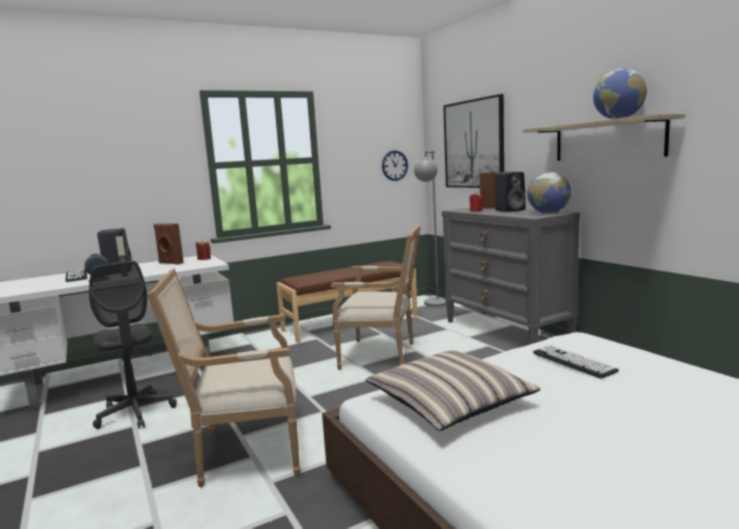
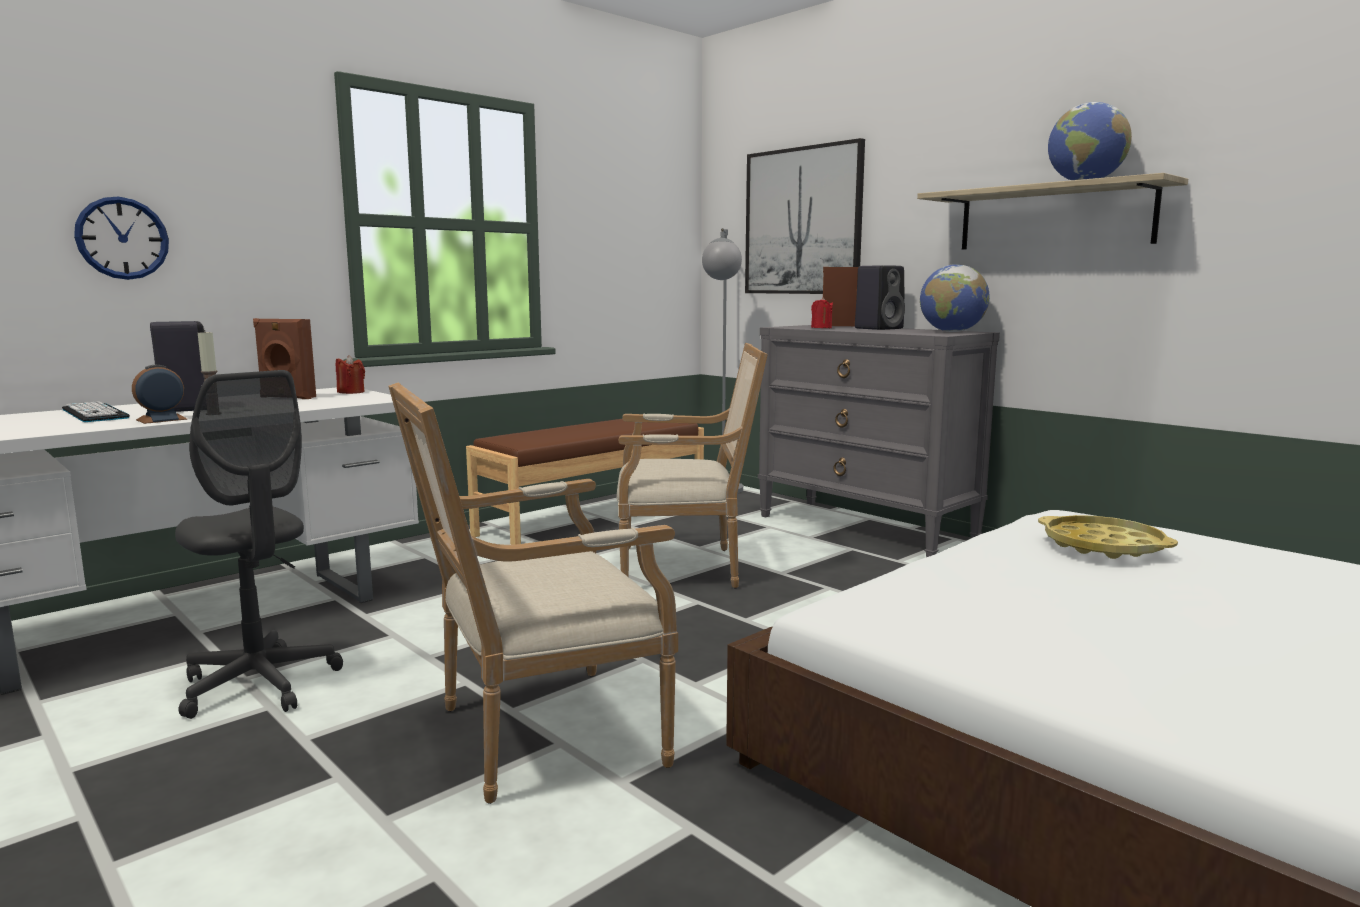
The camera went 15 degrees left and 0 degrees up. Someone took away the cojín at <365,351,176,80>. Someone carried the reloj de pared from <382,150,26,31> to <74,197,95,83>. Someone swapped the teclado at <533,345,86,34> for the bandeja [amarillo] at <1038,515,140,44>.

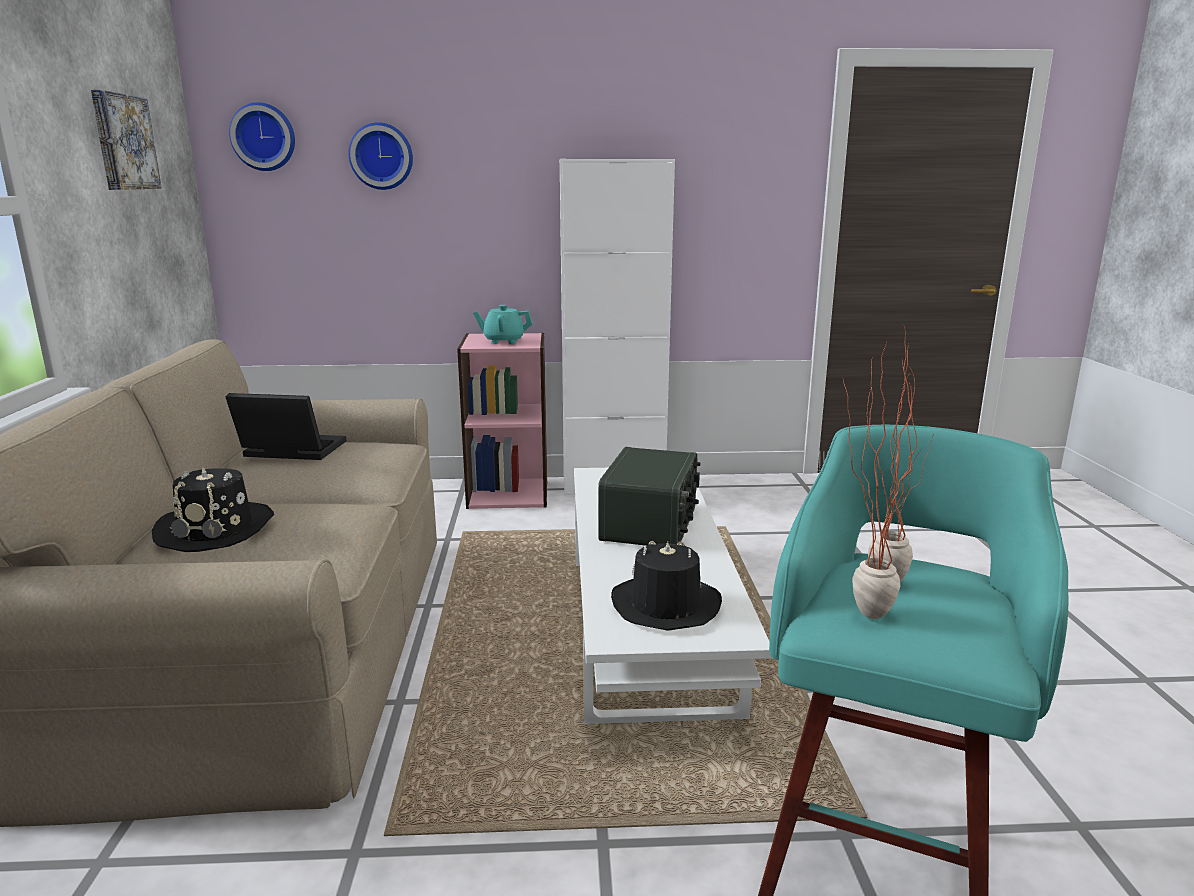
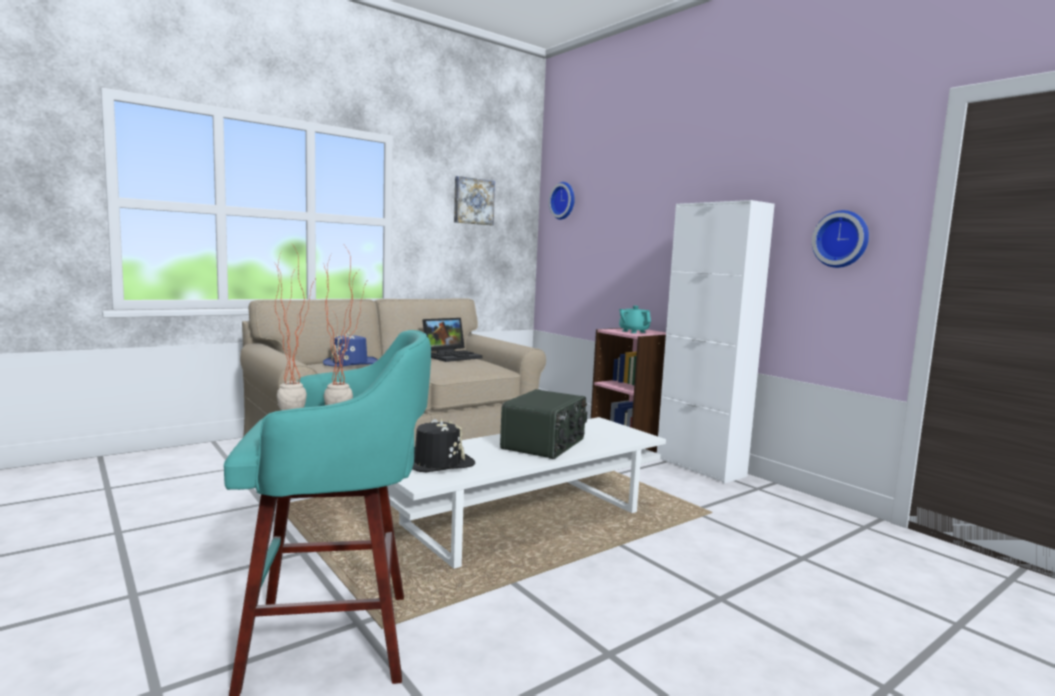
The camera went 55 degrees right and 10 degrees down. Someone repainted the sombrero [negro] at <152,467,122,85>, which became the sombrero [azul] at <323,332,55,35>. Someone rotated the portátil at <225,393,121,67> by 75 degrees clockwise. Someone carried the reloj de pared from <349,122,64,68> to <812,210,57,58>. Someone rotated the radio at <598,447,102,99> by 45 degrees counterclockwise.

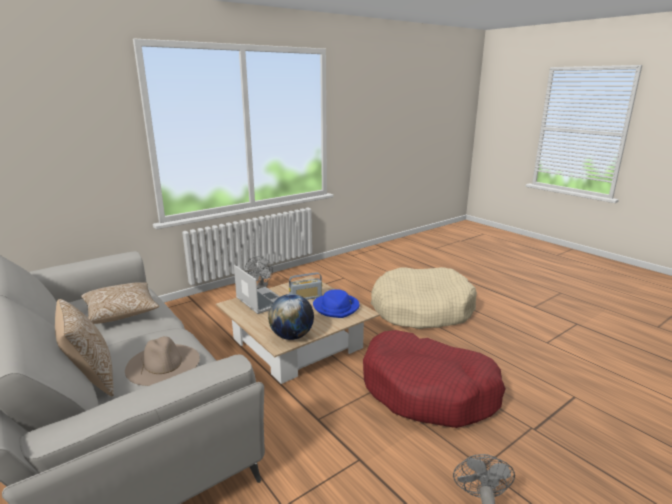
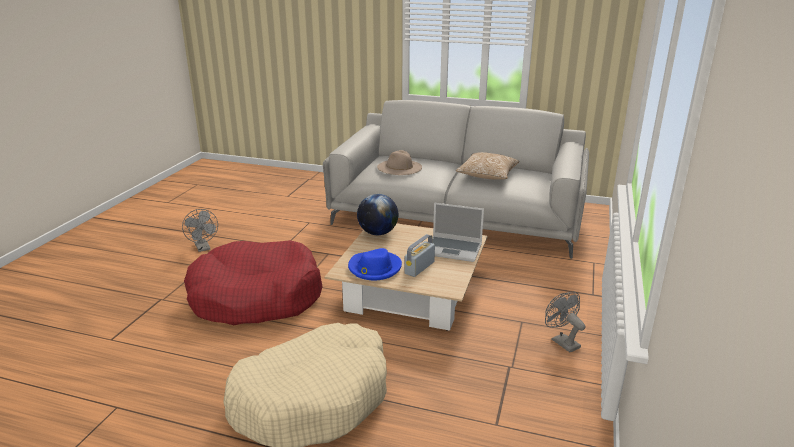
The camera went 145 degrees right and 5 degrees up. Someone took away the cojín at <55,299,59,97>.

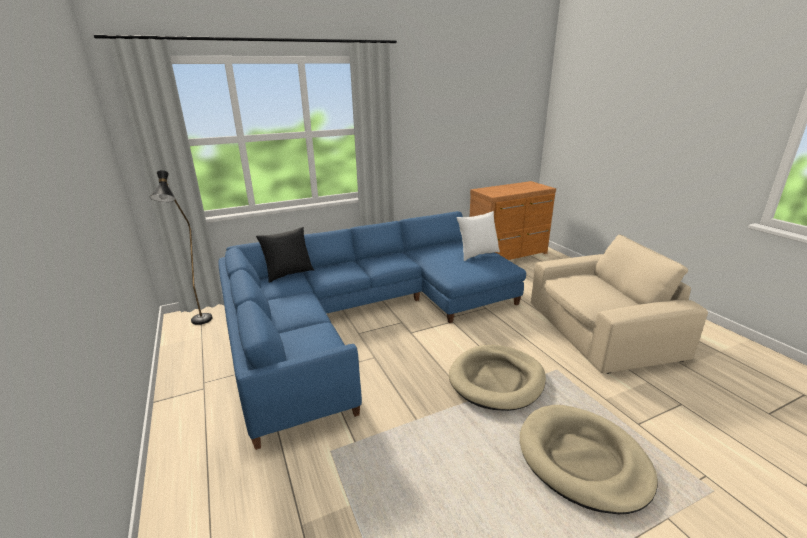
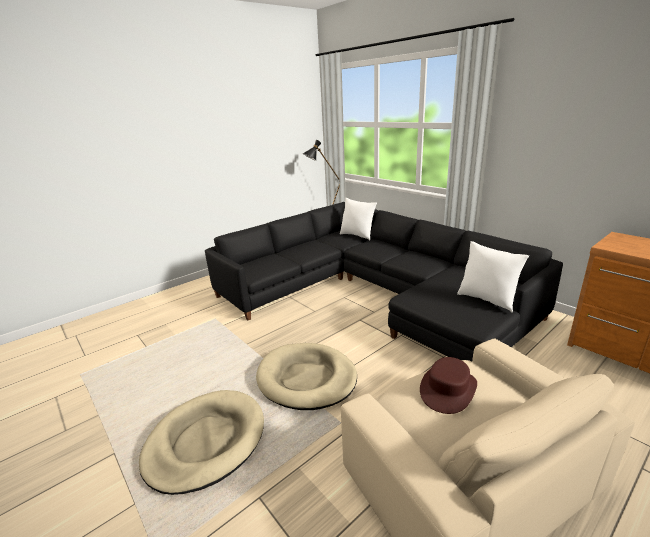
The camera went 75 degrees right and 0 degrees up. Someone repainted the sofá [azul] at <218,211,308,239>, which became the sofá [negro] at <205,202,358,159>. Someone repainted the cojín [negro] at <256,227,58,56>, which became the cojín [blanco] at <340,198,37,42>. Someone put down the sombrero [marrón] at <420,357,57,57>.

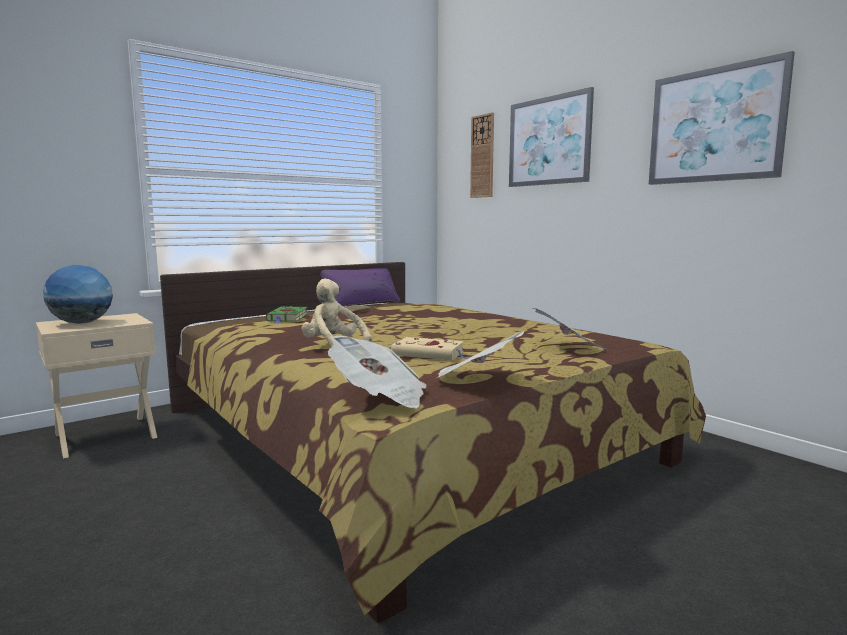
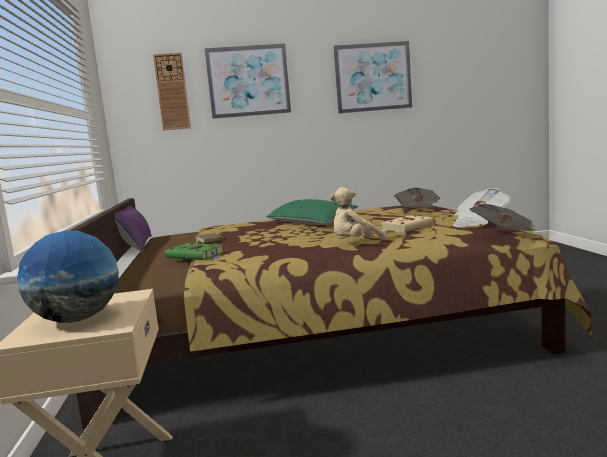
The camera went 60 degrees left and 0 degrees up. Someone put down the cojín [verde] at <266,199,93,26>.

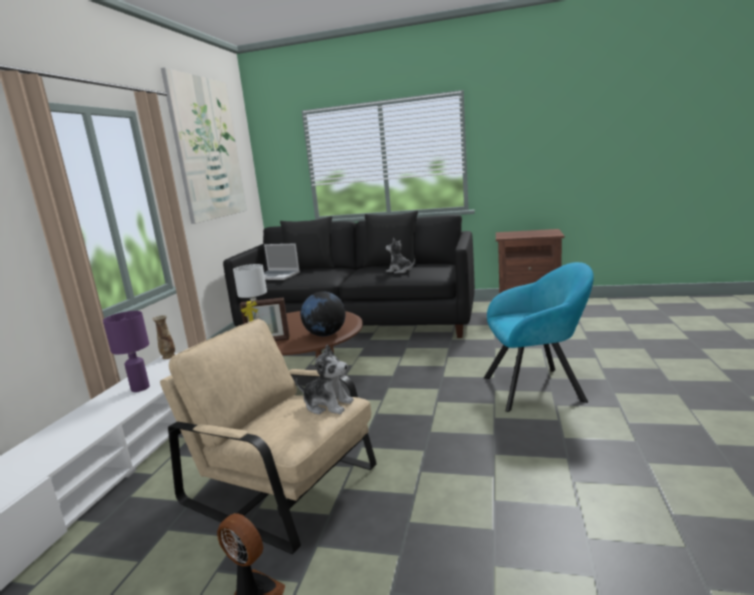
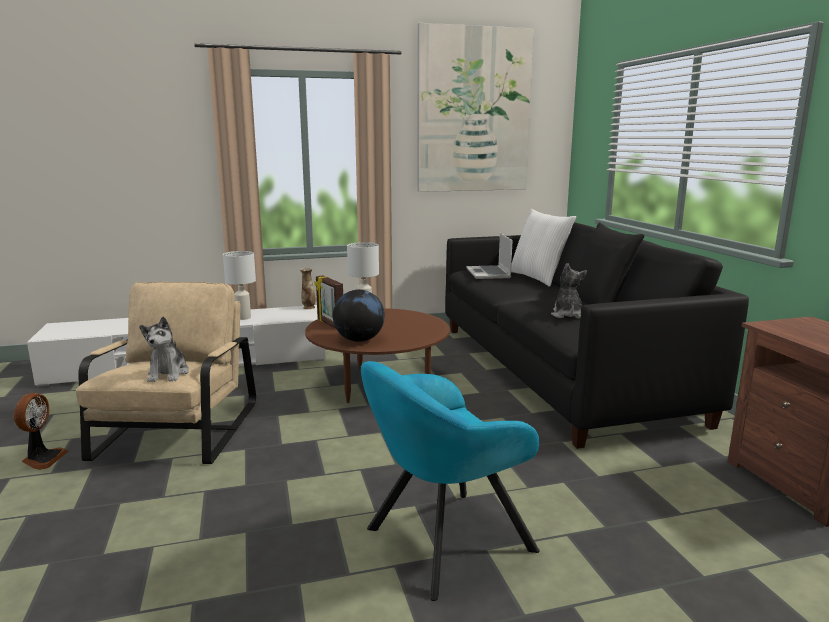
The camera went 60 degrees right and 0 degrees up. Someone repainted the lámpara de mesa [morado] at <103,311,47,81>, which became the lámpara de mesa [blanco] at <223,251,33,69>. Someone repainted the cojín [negro] at <280,216,55,53>, which became the cojín [blanco] at <511,209,65,78>. Someone rotated the sillón [turquesa] at <484,262,110,150> by 90 degrees clockwise.

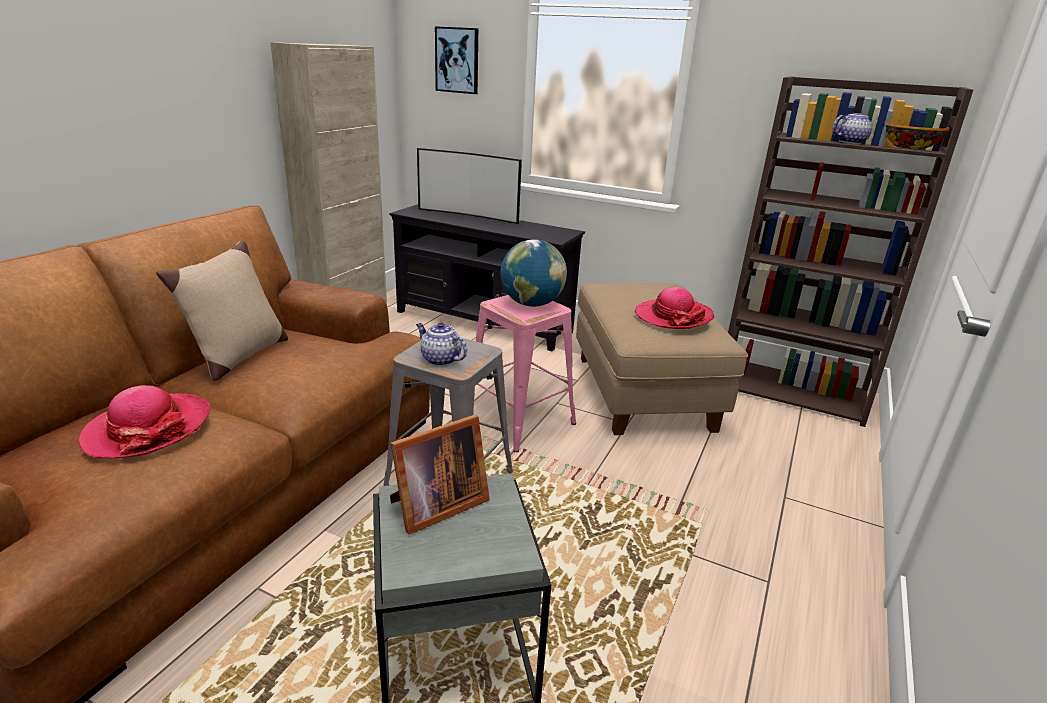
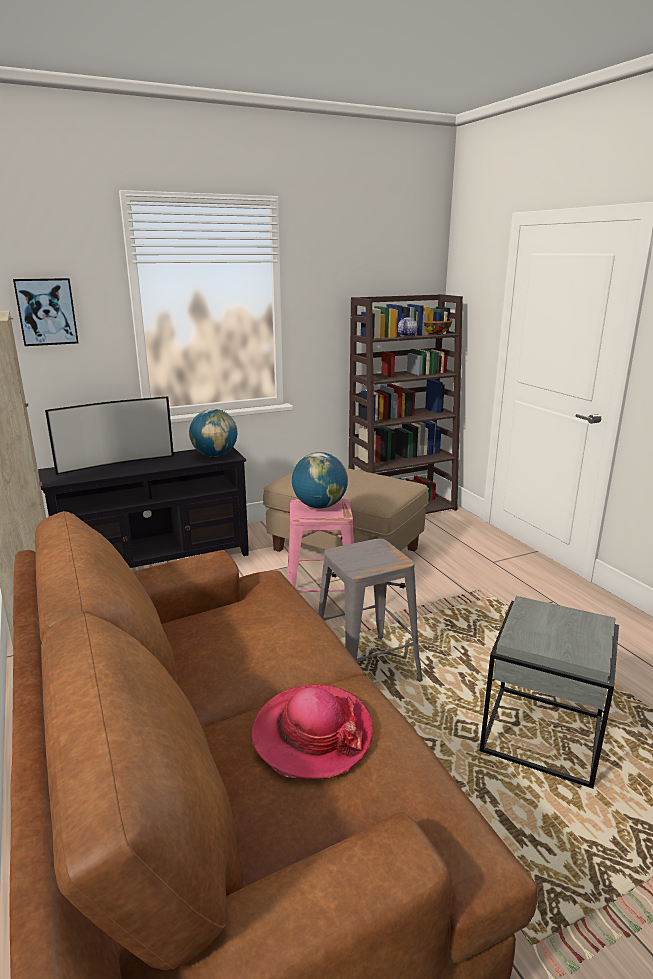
The camera went 50 degrees left and 5 degrees down. Someone took away the cojín [beis] at <156,240,132,141>. Someone took away the portarretratos at <390,415,100,120>. Someone took away the tetera at <416,323,51,43>. Someone took away the sombrero at <635,287,79,42>. Someone put down the globo terráqueo at <189,409,48,48>.

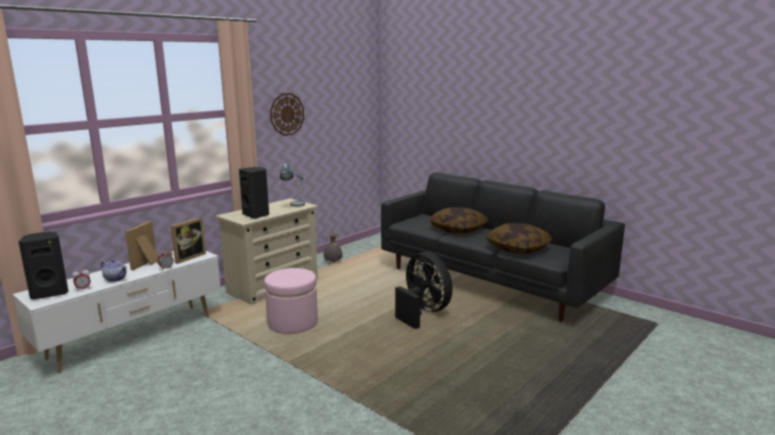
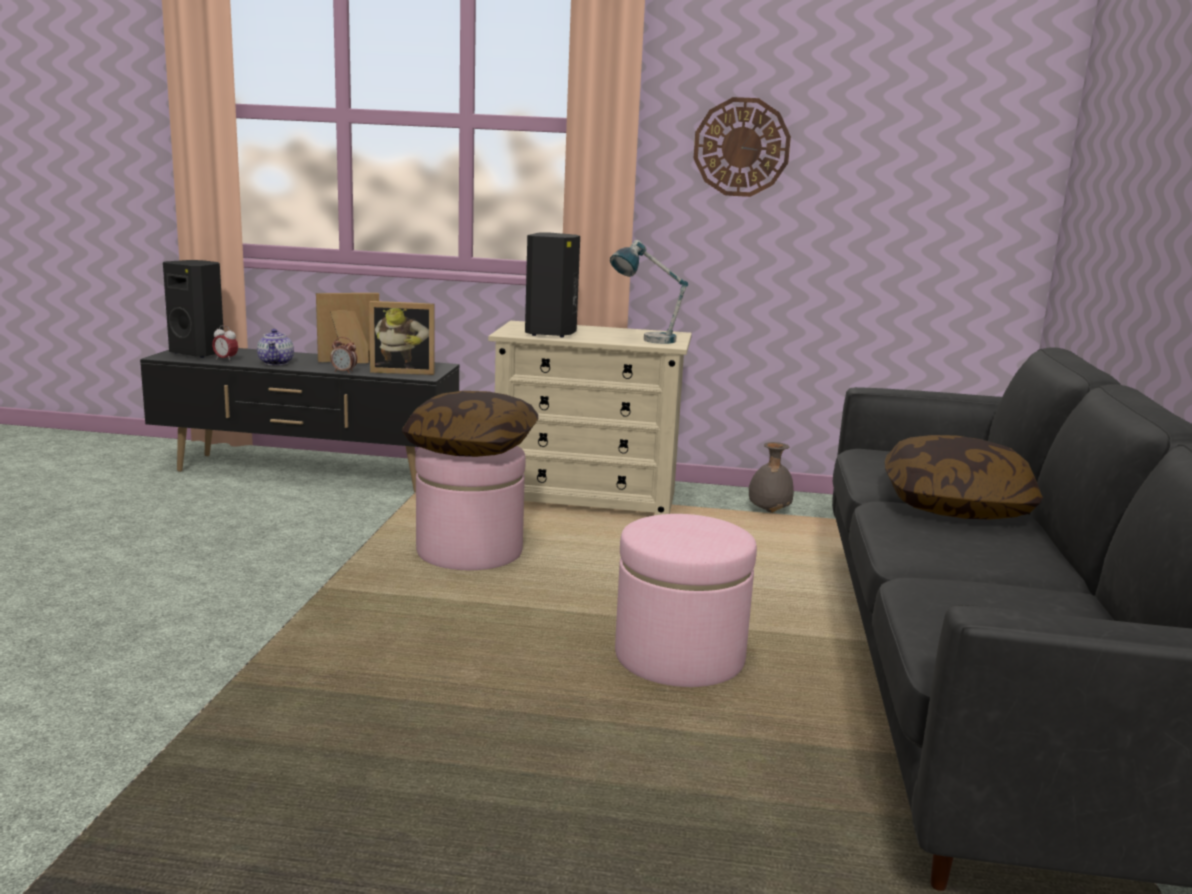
The camera went 55 degrees right and 0 degrees up. Someone repainted the mueble de televisión [blanco] at <13,251,208,122>, which became the mueble de televisión [negro] at <140,348,319,144>. Someone swapped the ventilador [negro] at <395,252,57,77> for the puf [rosa] at <615,514,142,173>. Someone carried the cojín from <486,223,66,31> to <402,391,136,66>.

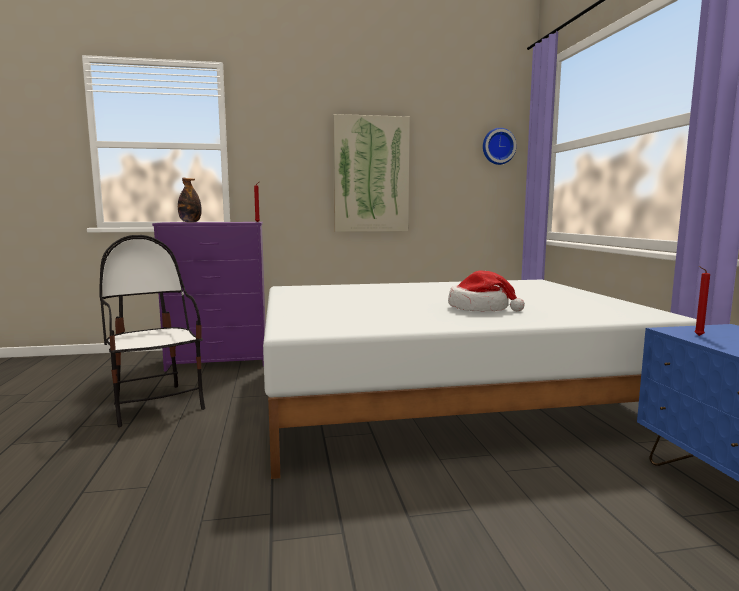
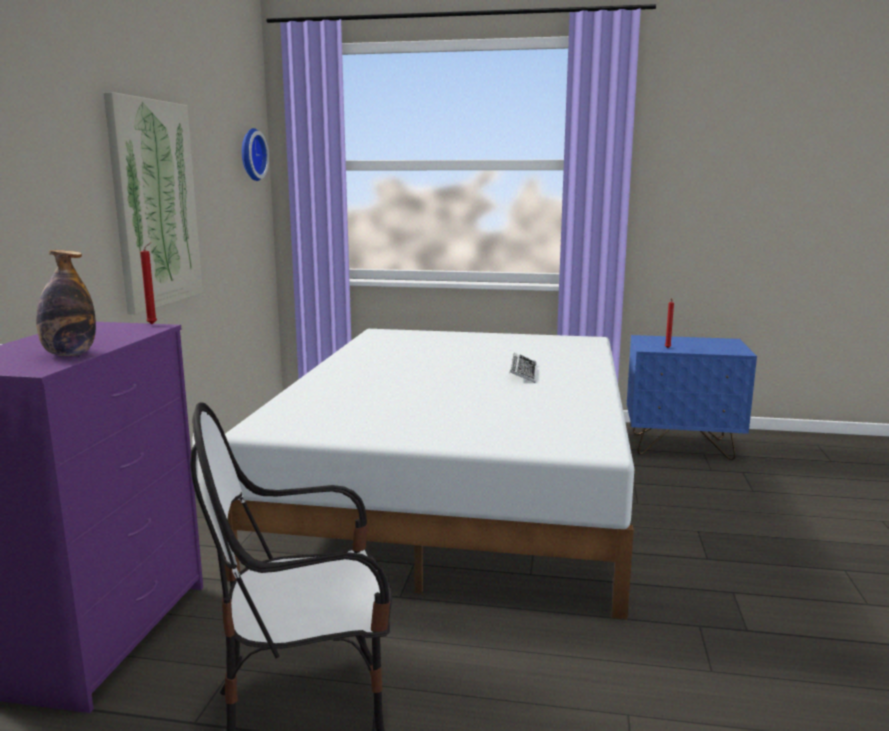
The camera went 70 degrees left and 5 degrees up. Someone swapped the sombrero at <448,271,77,41> for the teclado at <509,353,28,30>.

